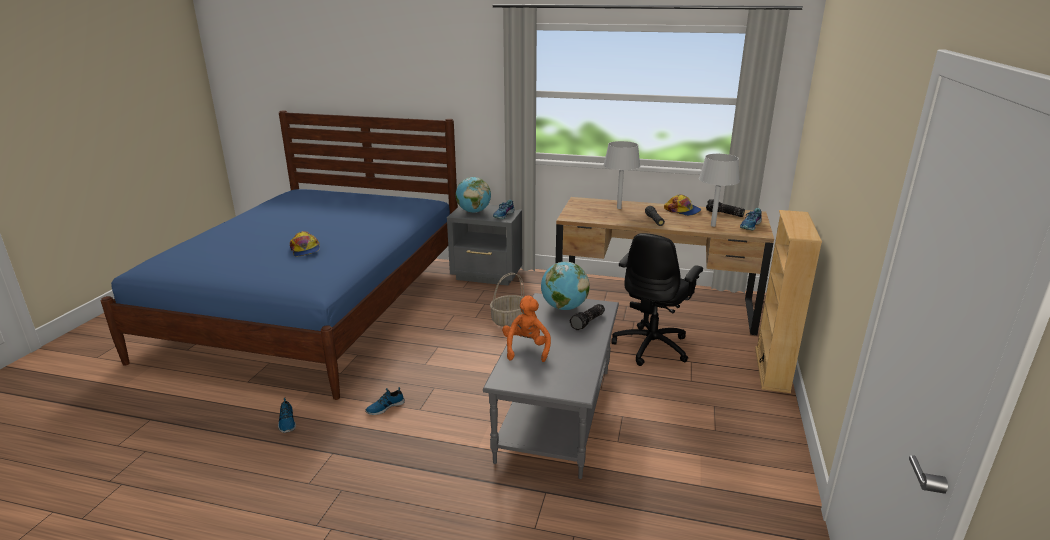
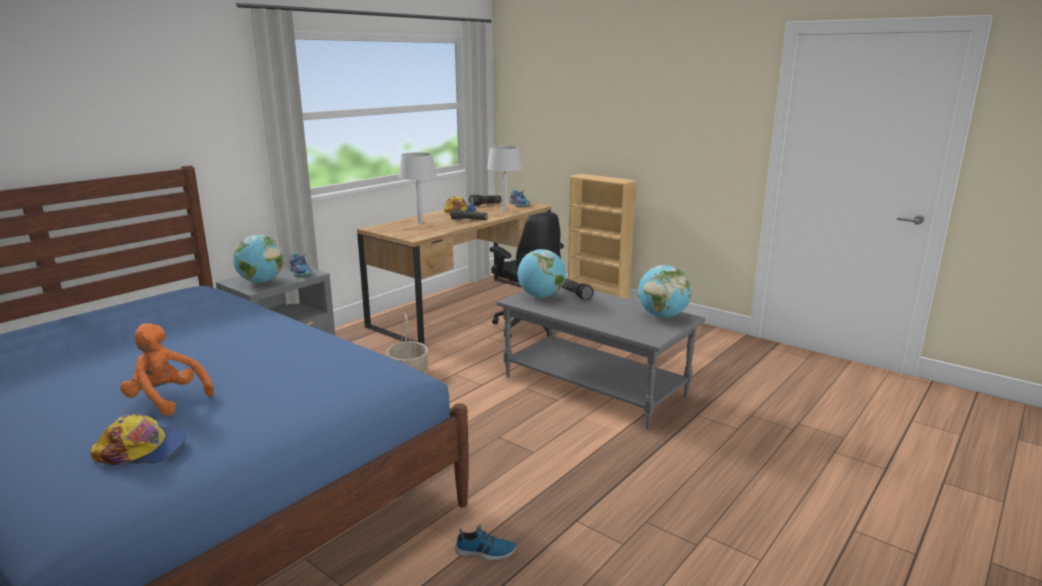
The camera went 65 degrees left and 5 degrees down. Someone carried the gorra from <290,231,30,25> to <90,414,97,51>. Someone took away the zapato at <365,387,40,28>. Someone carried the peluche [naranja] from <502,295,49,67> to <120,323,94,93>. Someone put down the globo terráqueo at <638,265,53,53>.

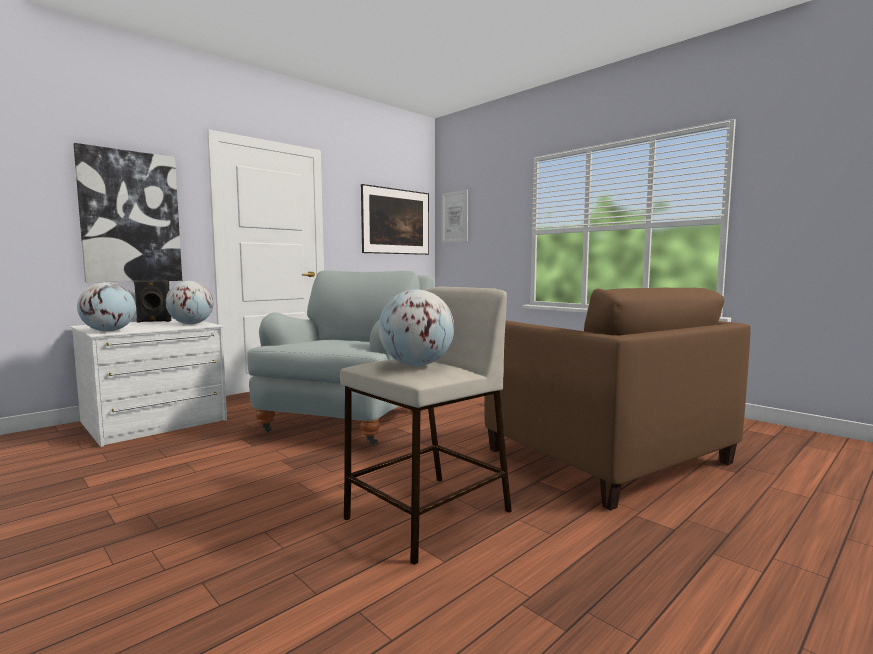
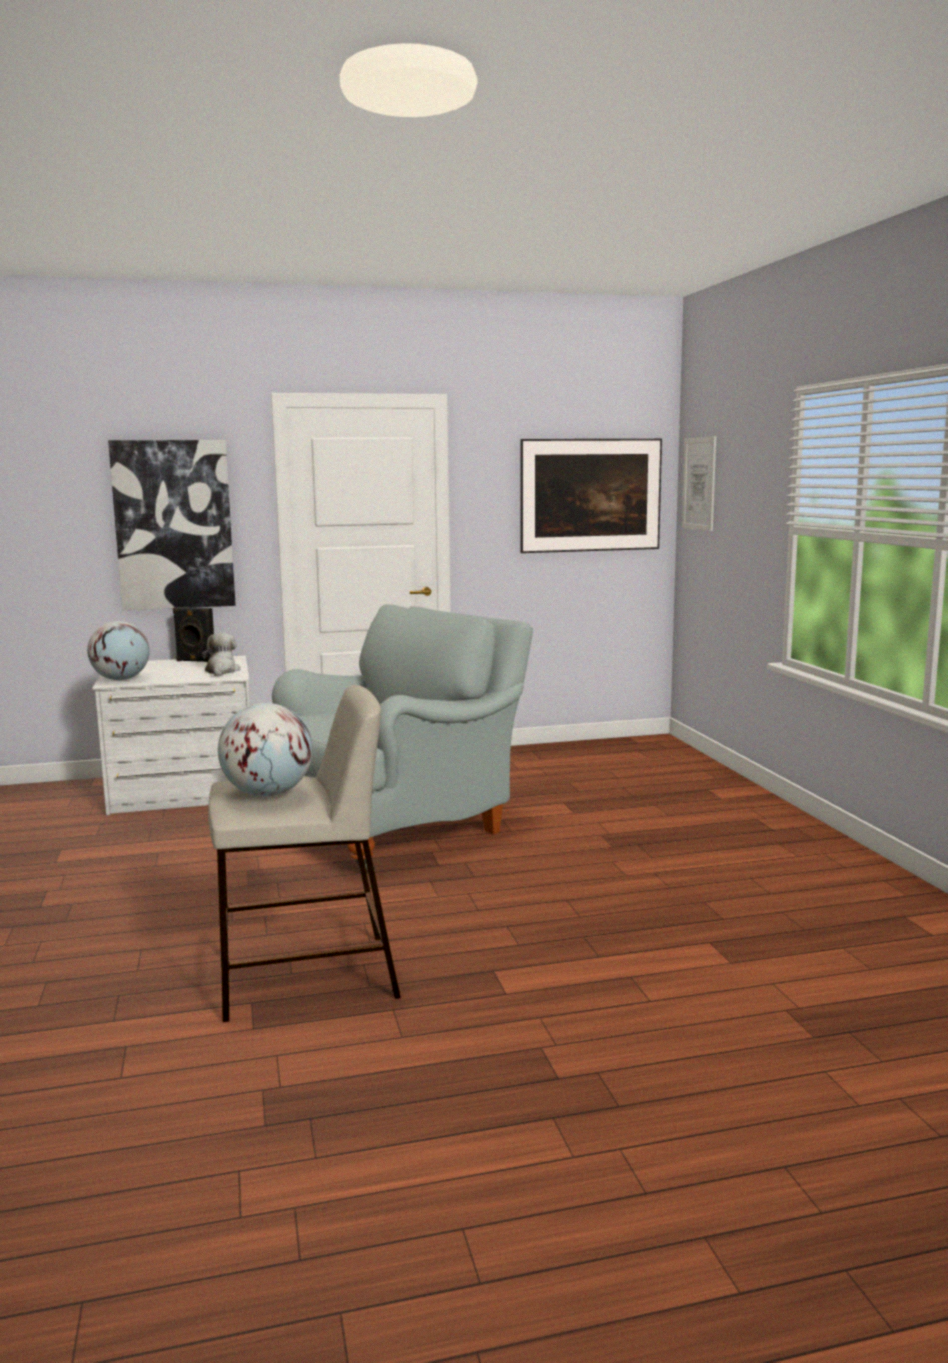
The camera went 30 degrees right and 5 degrees up. Someone swapped the globo terráqueo at <166,281,48,43> for the peluche at <202,632,38,44>. Someone took away the sillón [marrón] at <484,287,267,224>.

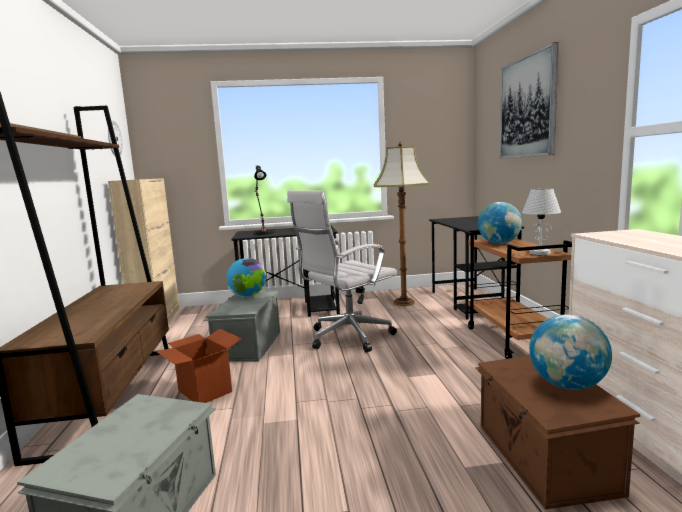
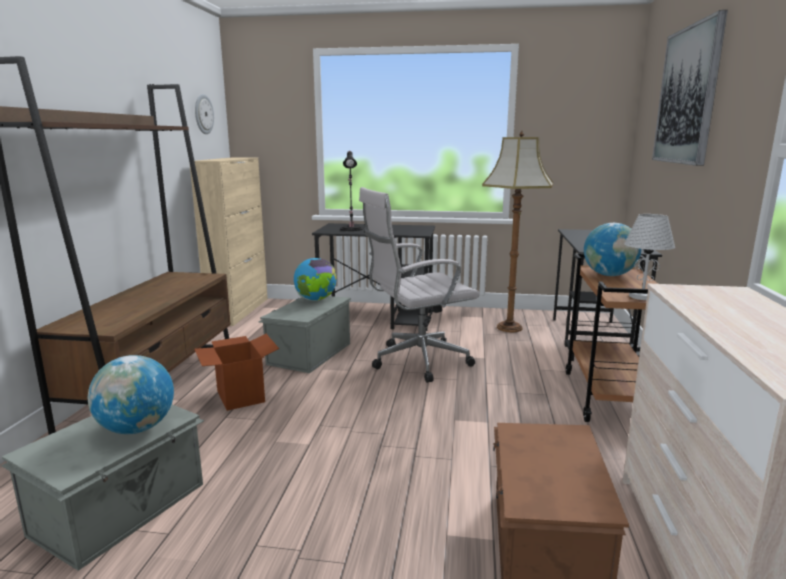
The camera went 15 degrees right and 5 degrees up. Someone carried the globo terráqueo from <529,314,83,76> to <88,355,86,79>.

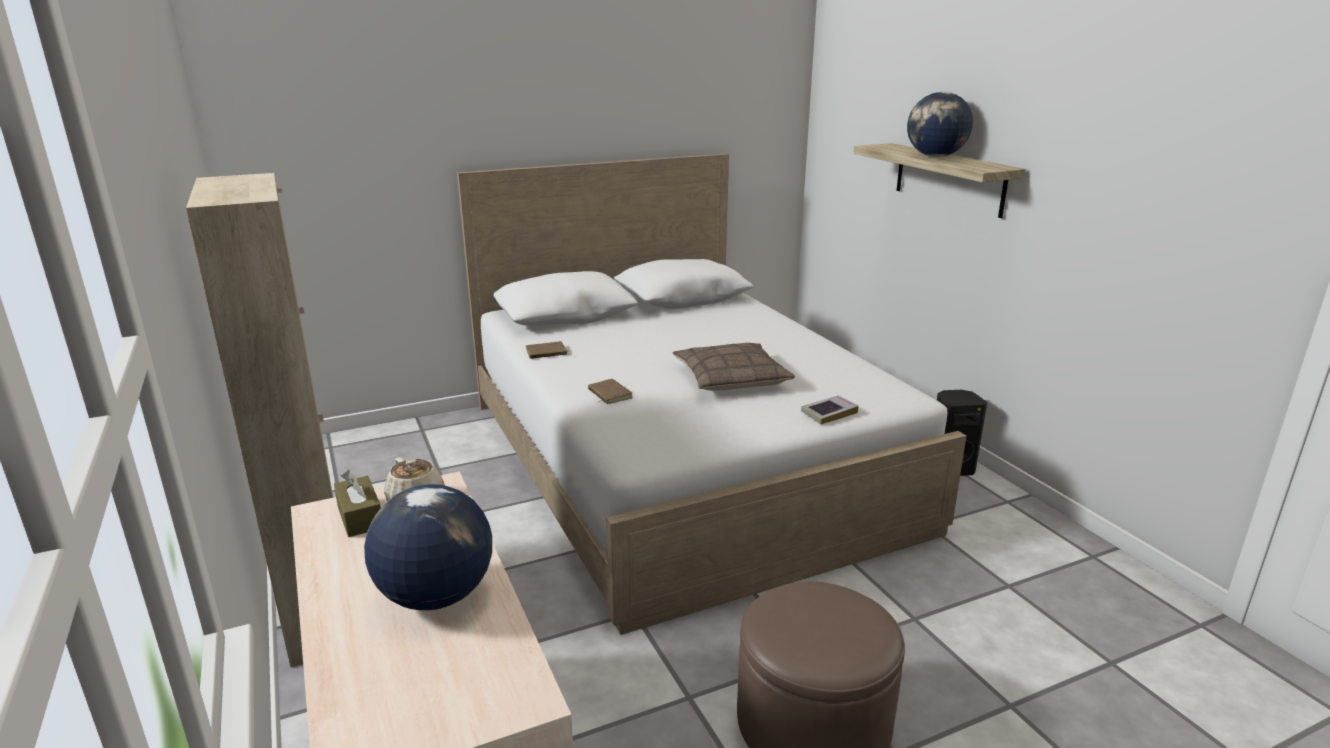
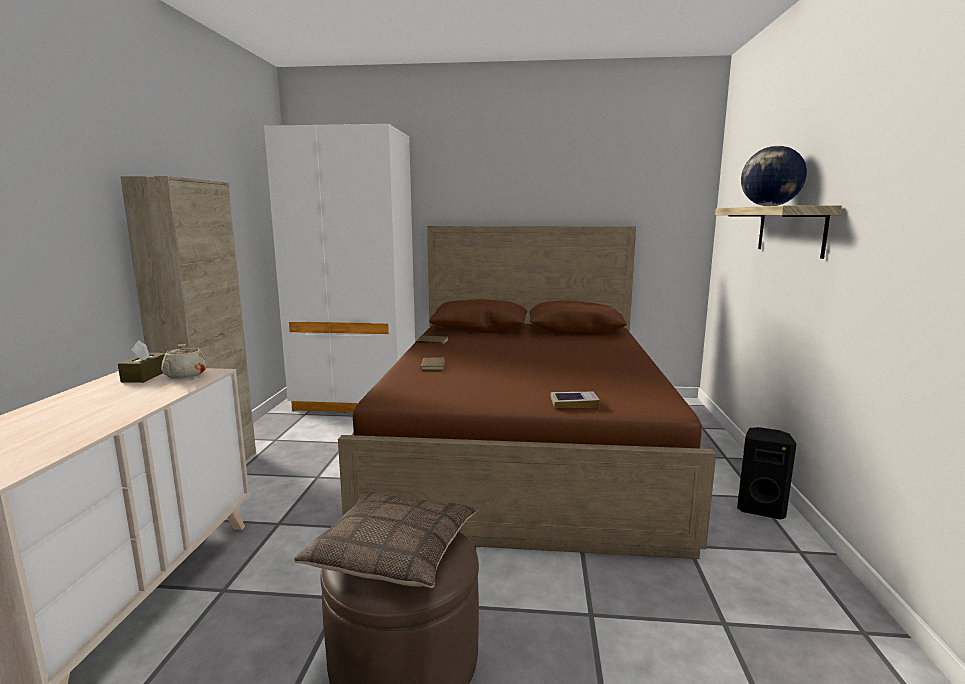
The camera went 30 degrees right and 10 degrees down. Someone took away the globo terráqueo at <364,484,128,126>. Someone repainted the cama [blanco] at <457,153,510,482>, which became the cama [marrón] at <338,226,378,333>. Someone carried the cojín from <673,343,122,48> to <294,491,184,97>. Someone put down the armario ropero [blanco] at <264,124,151,289>.

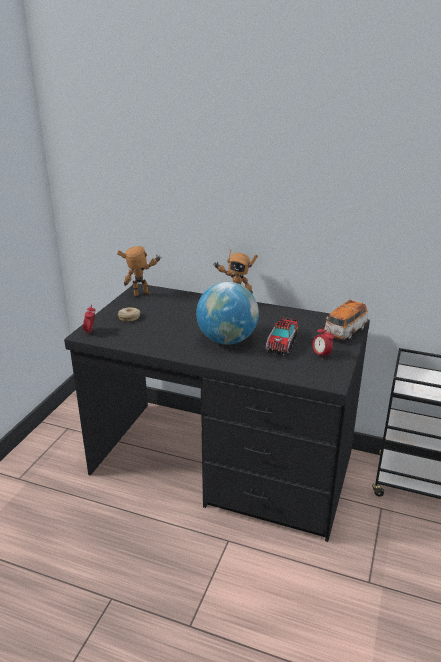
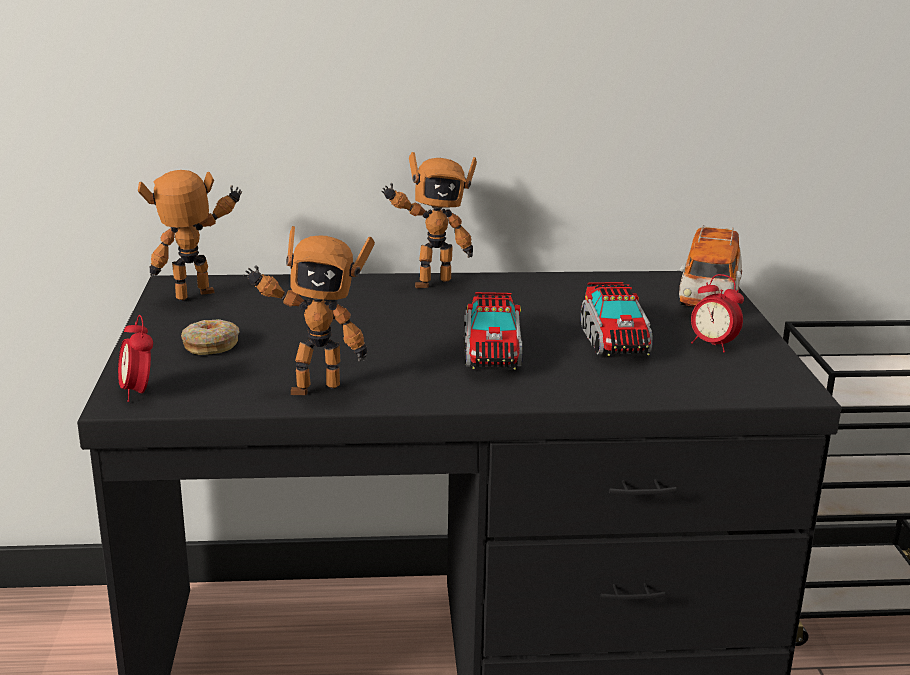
The camera went 25 degrees left and 5 degrees down. Someone swapped the globo terráqueo at <196,282,63,62> for the camión de juguete at <464,292,59,78>. Someone put down the robot de juguete at <243,226,132,169>.

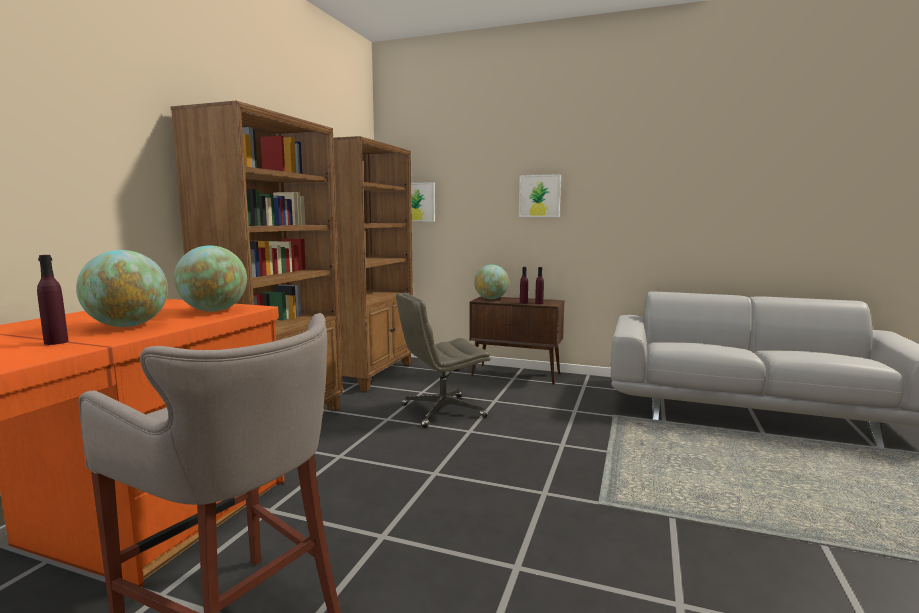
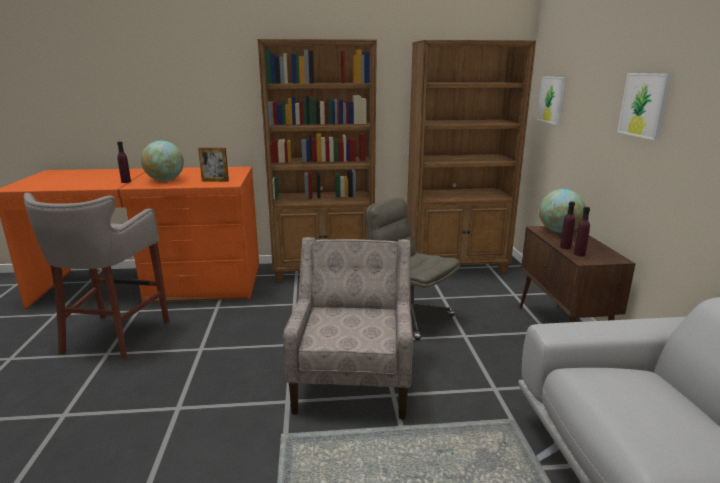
The camera went 65 degrees right and 10 degrees up. Someone swapped the globo terráqueo at <174,245,73,67> for the portarretratos at <198,148,31,34>. Someone put down the sillón [beis] at <283,237,130,183>.

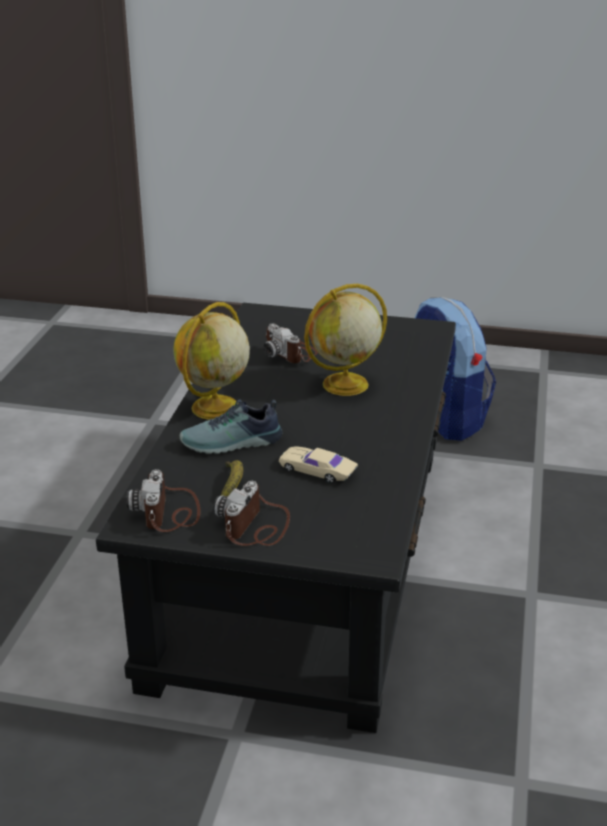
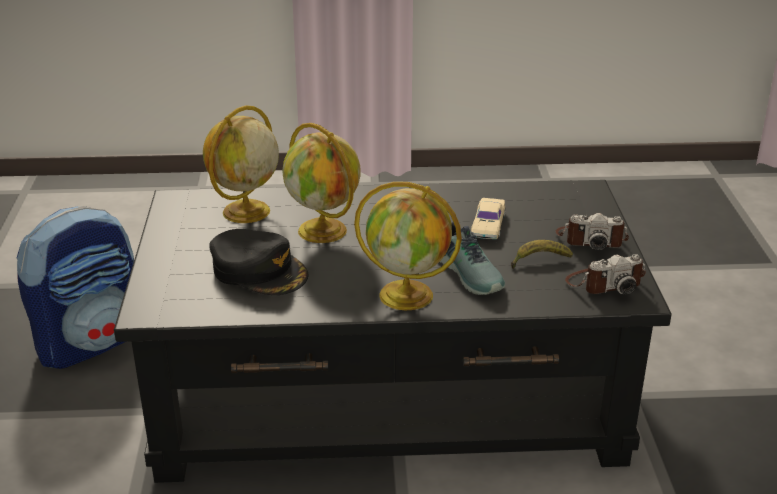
The camera went 105 degrees left and 0 degrees up. Someone swapped the cámara at <264,324,54,39> for the gorra [negro] at <209,229,100,66>. Someone put down the globo terráqueo at <203,105,76,118>.

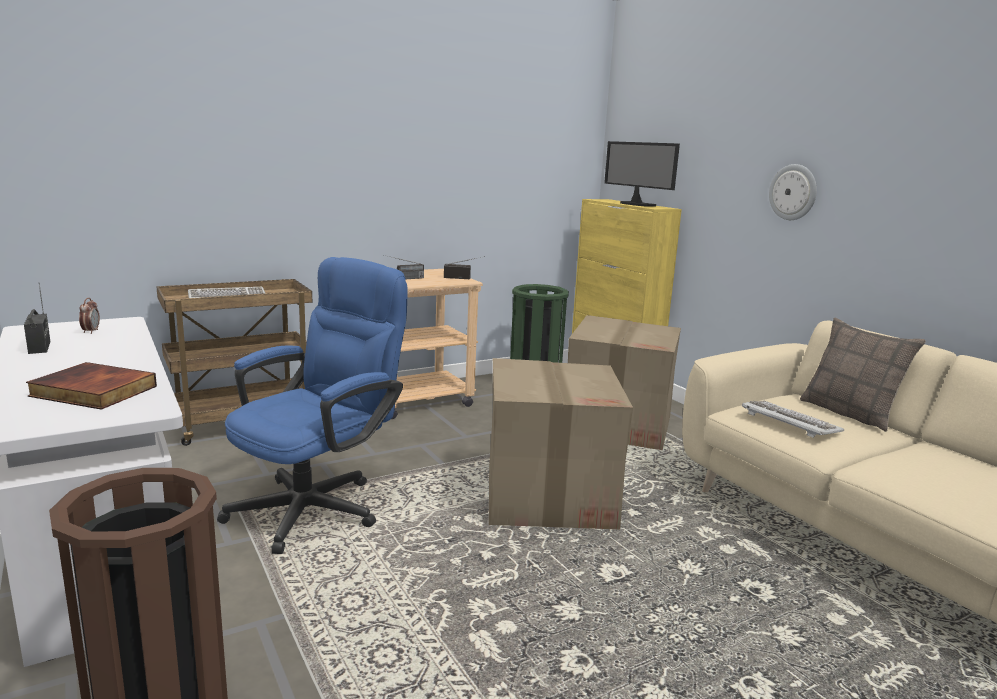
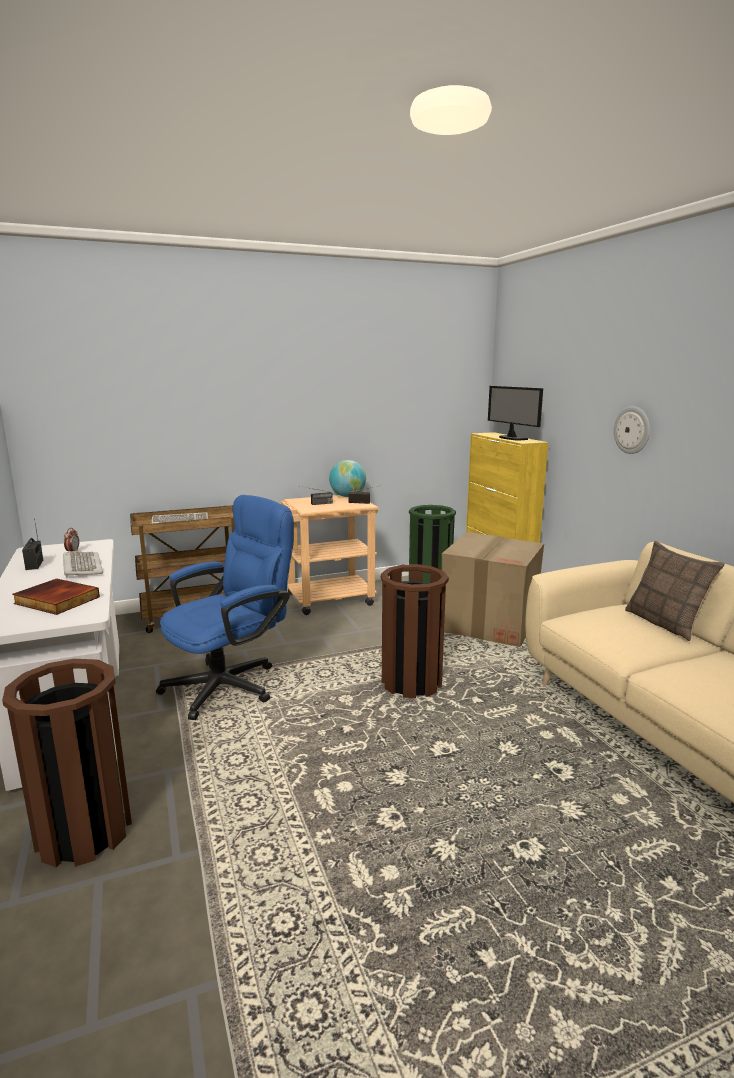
The camera went 10 degrees right and 0 degrees up. Someone swapped the caja de cartón at <489,358,144,171> for the papelera [marrón] at <381,564,68,134>. Someone carried the teclado from <742,400,102,38> to <63,551,40,27>. Someone put down the globo terráqueo at <329,460,37,37>.

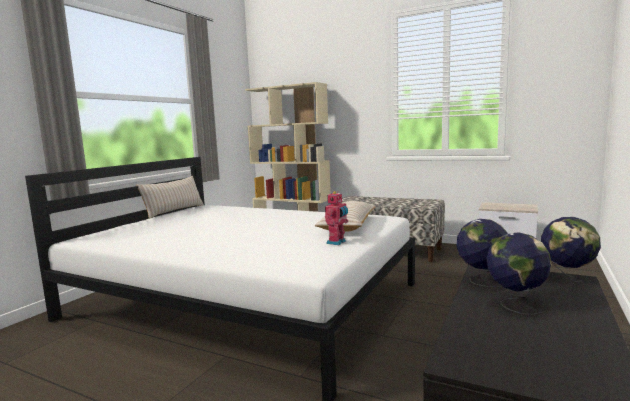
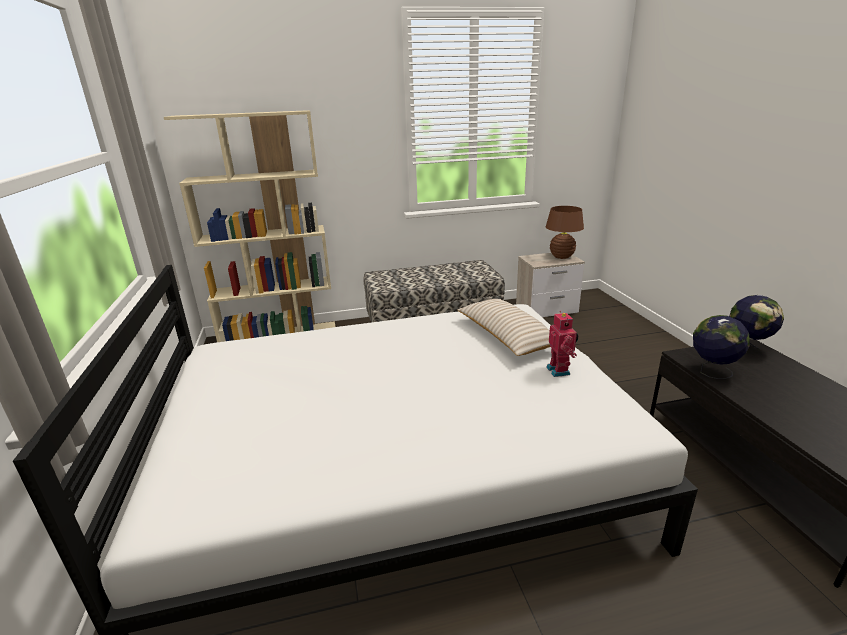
The camera went 40 degrees left and 15 degrees up. Someone took away the cojín [beis] at <136,176,68,43>. Someone took away the globo terráqueo at <486,232,66,83>. Someone put down the lámpara de mesa [marrón] at <546,206,38,53>.

